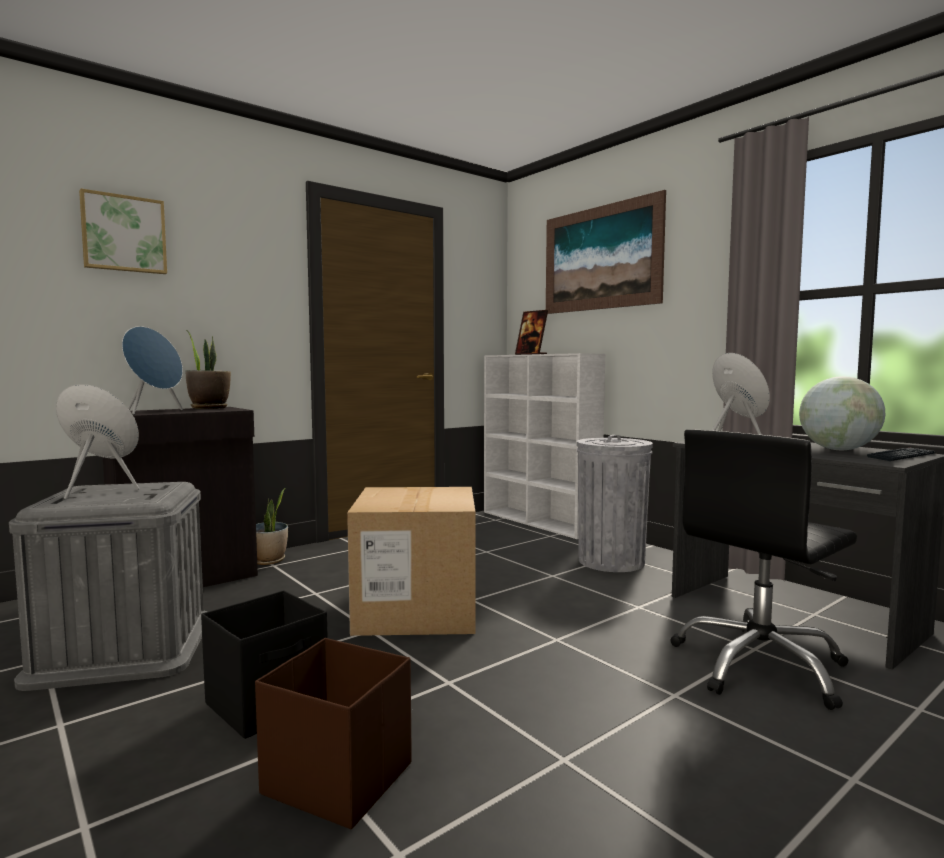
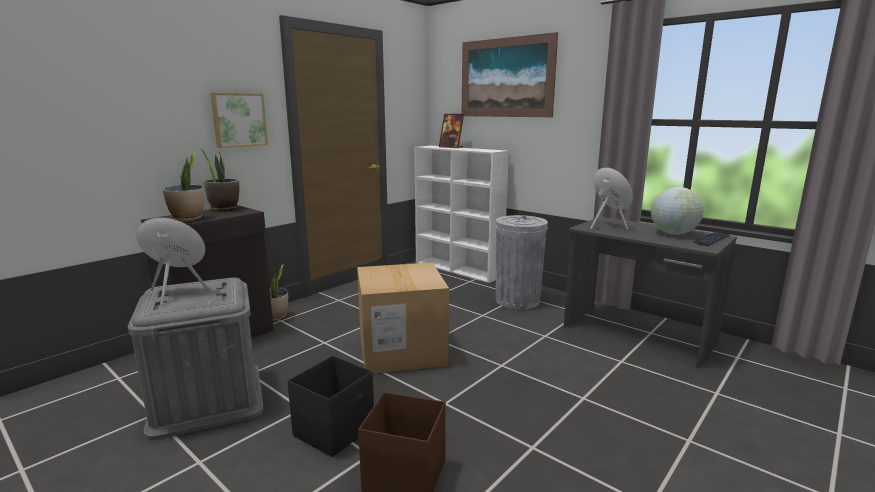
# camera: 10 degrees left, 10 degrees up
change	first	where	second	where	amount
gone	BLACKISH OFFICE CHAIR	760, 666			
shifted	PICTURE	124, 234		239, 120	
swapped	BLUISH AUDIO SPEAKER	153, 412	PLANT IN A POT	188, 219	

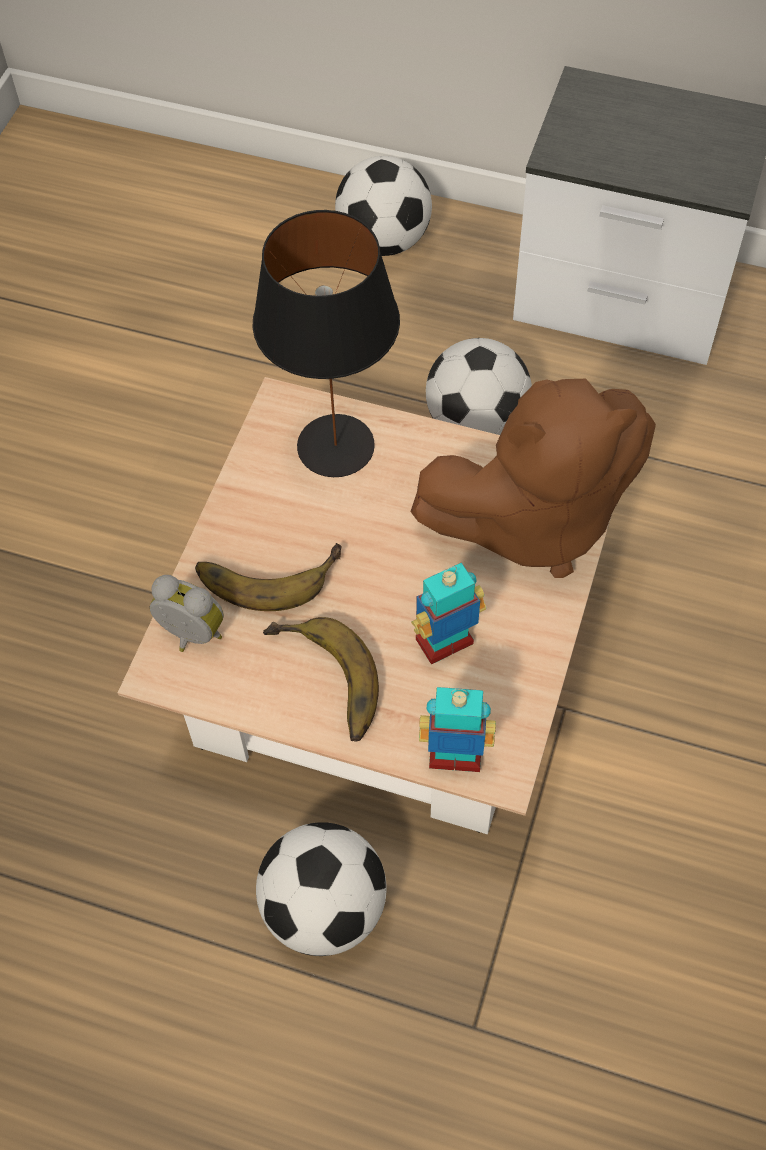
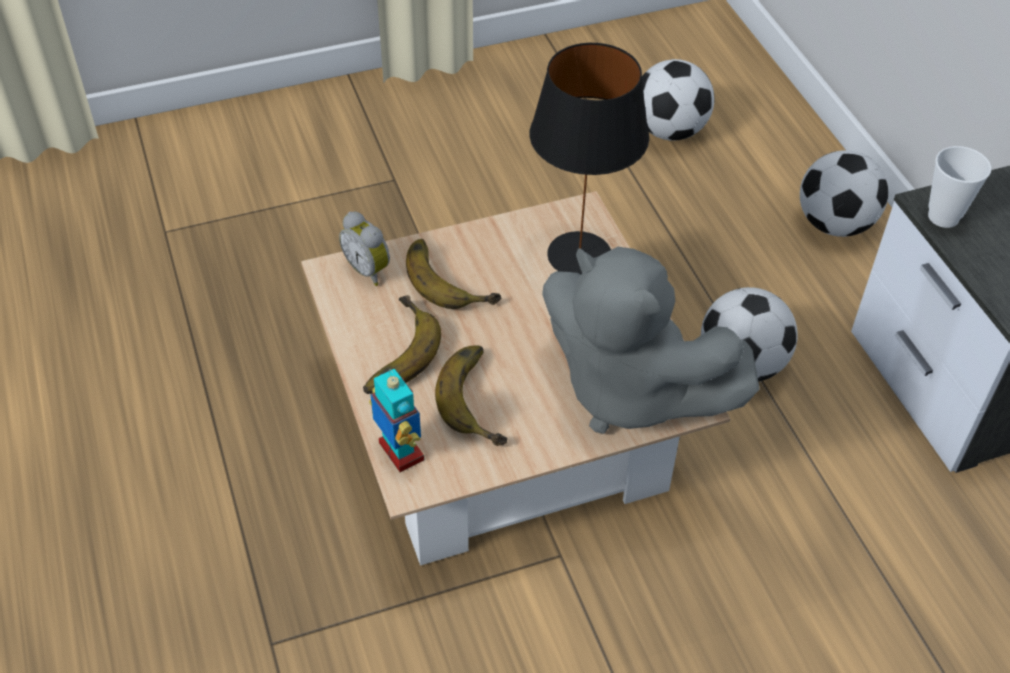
# camera: 50 degrees right, 10 degrees down
change	first	where	second	where	amount
new			SMALL CUP	943, 217	
shifted	BALL FOR FOOTBALL	324, 908		669, 131	
swapped	TOY ROBOT	445, 643	BANANA FRUIT	482, 398	
repainted	BROWN-COLOURED PLUSH TOY	533, 518	GREY PLUSH TOY	629, 390	
rotated	ALARM CLOCK	190, 636		369, 270	150 degrees clockwise

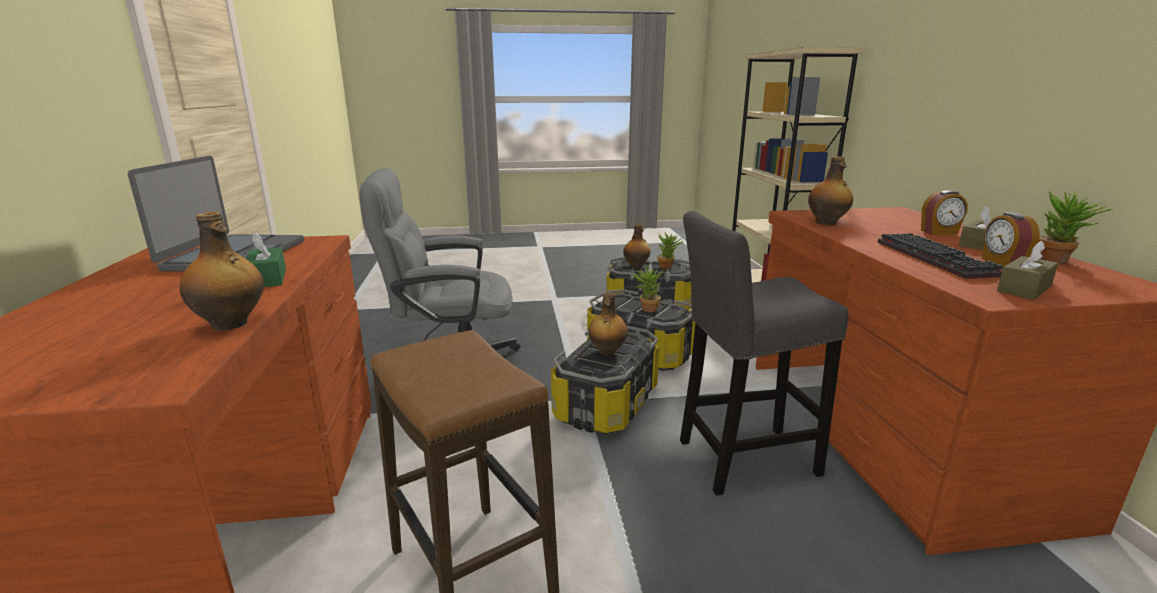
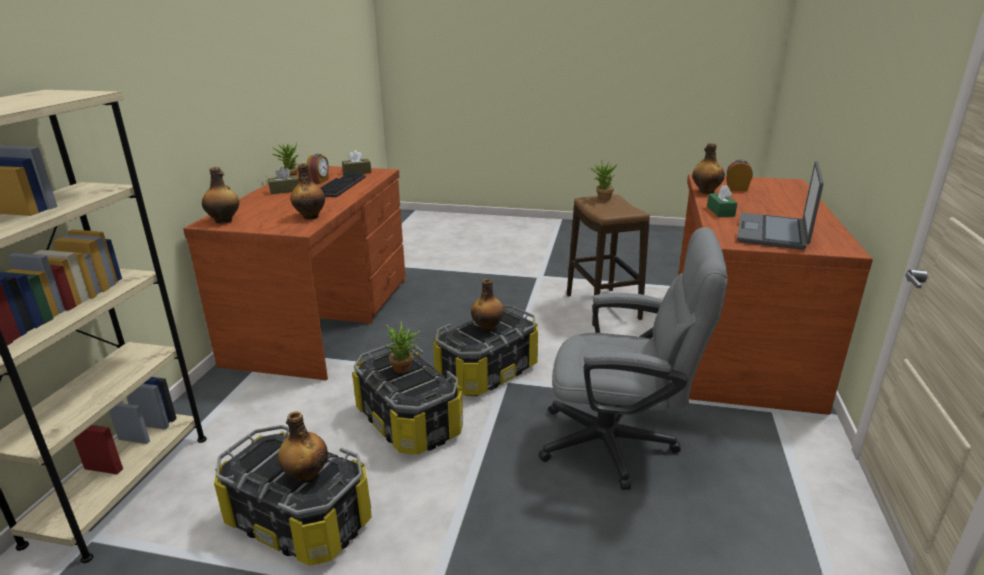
# camera: 160 degrees left, 5 degrees up
change	first	where	second	where	amount
gone	GREY SITTING STOOL	741, 459			
new			BOTTLE	224, 221	
shifted	PLANT IN A POT	668, 267		601, 198	
shifted	ALARM CLOCK	939, 232		736, 189	

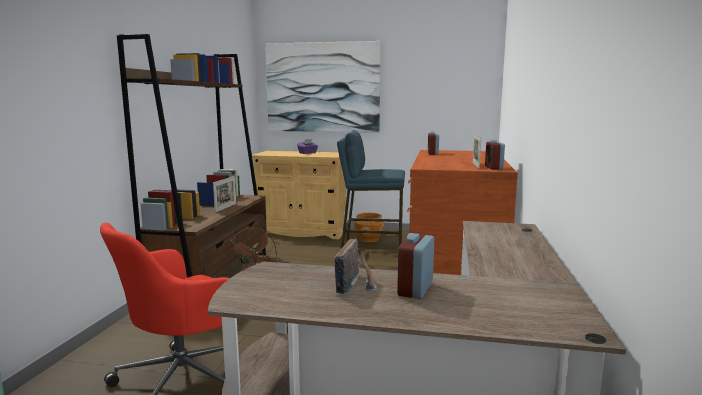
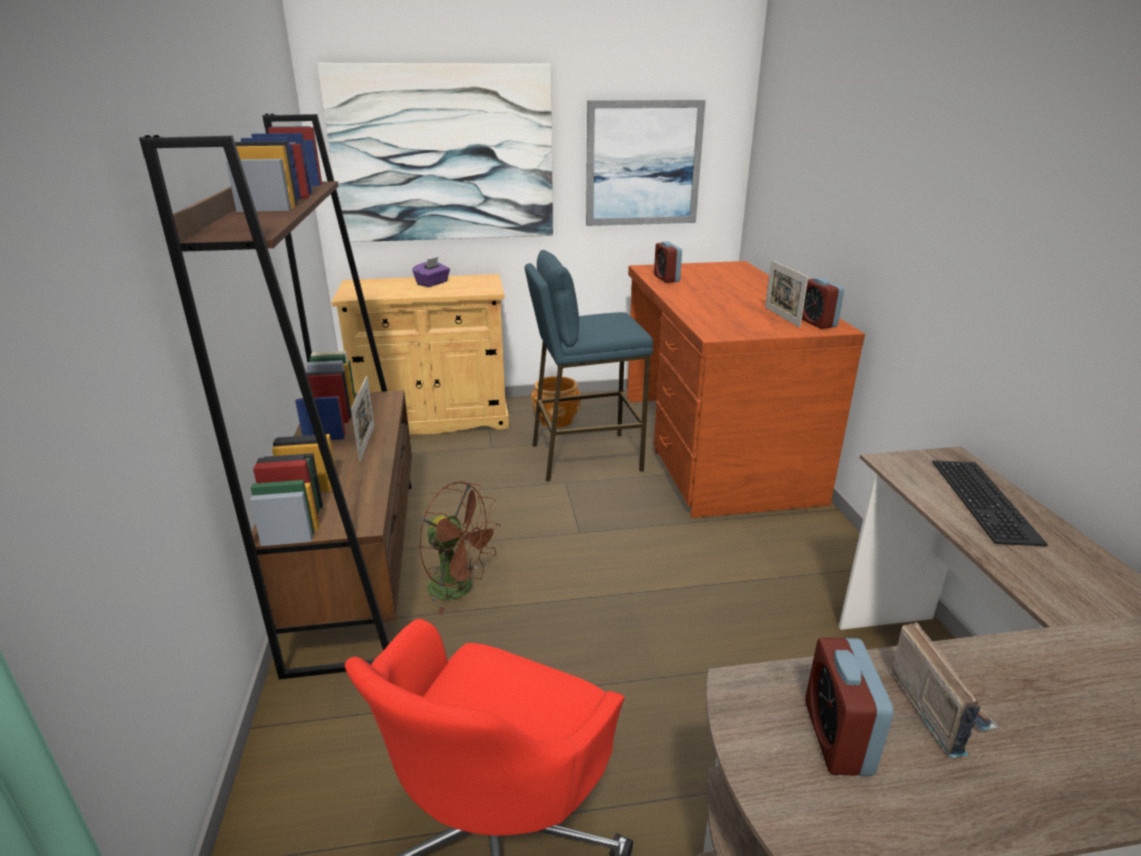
# camera: 20 degrees left, 15 degrees up
change	first	where	second	where	amount
new			PICTURE	643, 164	
new			KEYBOARD	987, 501	
shifted	ALARM CLOCK	415, 289		837, 737	

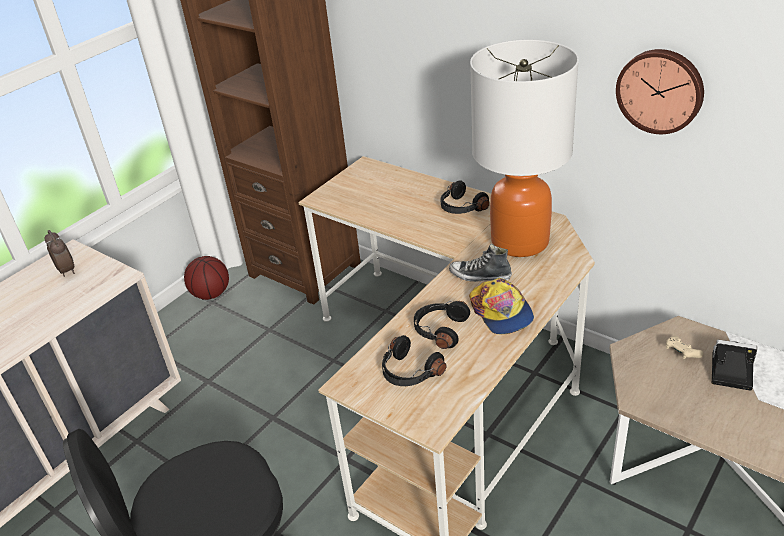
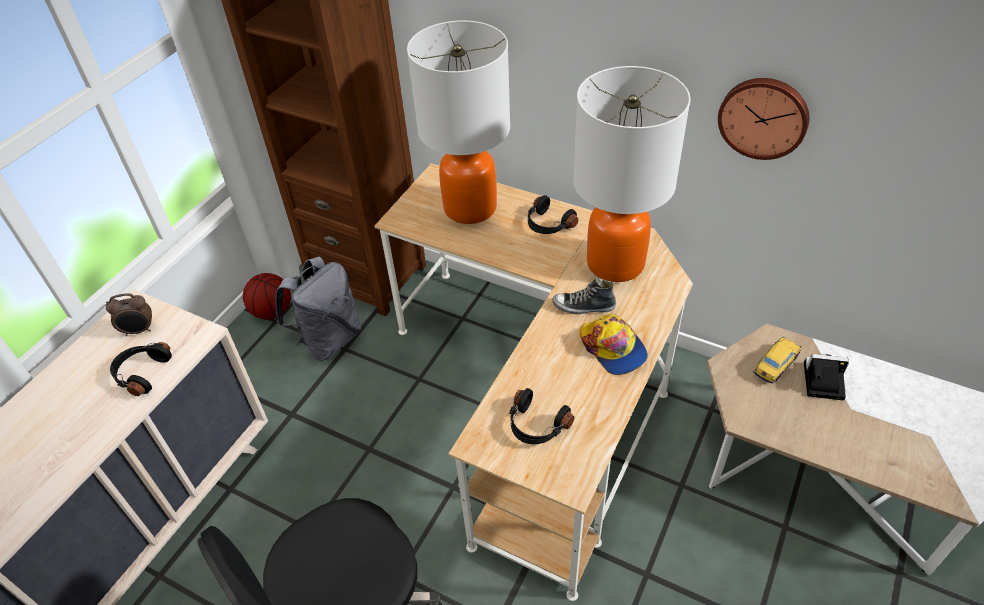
# camera: 10 degrees left, 10 degrees up
change	first	where	second	where	amount
new			GREY RUCKSACK	329, 339	
new			TABLETOP LAMP	469, 208	
shifted	BLACKISH PAIR OF HEADPHONES	440, 330		141, 373	
swapped	BEIGE-COLOURED GAME CONTROLLER	681, 353	MODEL CAR	775, 365	
rotated	ALARM CLOCK	67, 270		139, 330	120 degrees clockwise

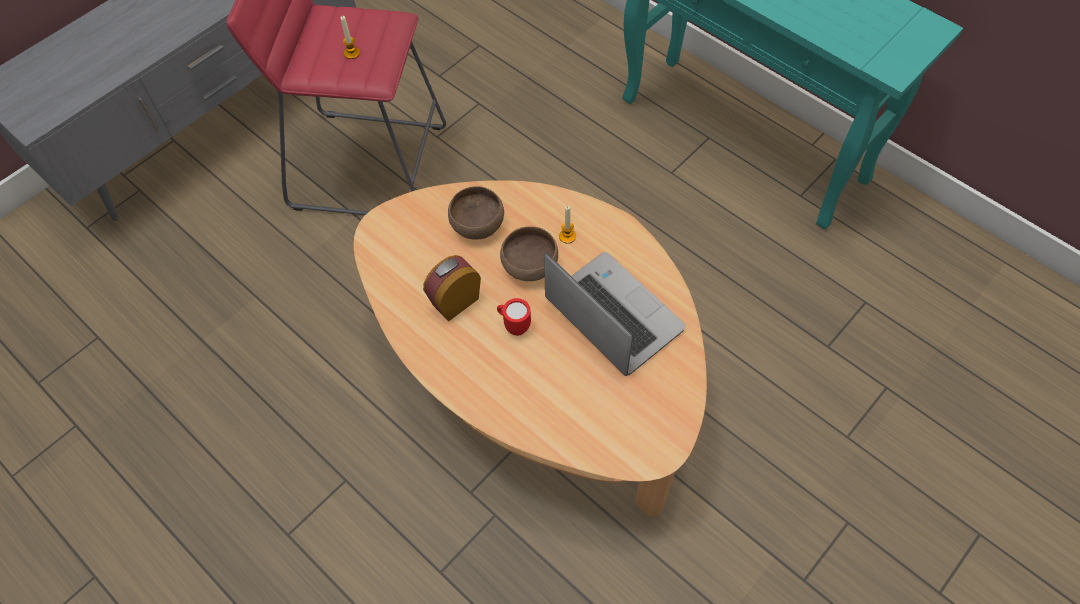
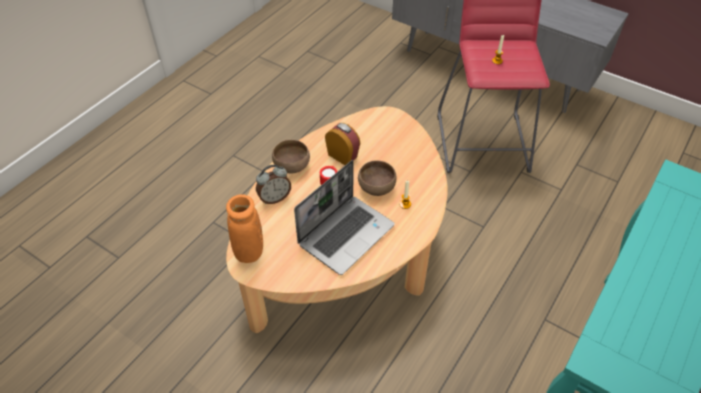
# camera: 80 degrees right, 10 degrees down
change	first	where	second	where	amount
new			ORANGE VASE	249, 251	
new			ALARM CLOCK	274, 198	
shifted	BROWN-COLOURED BOWL	476, 225		292, 165	

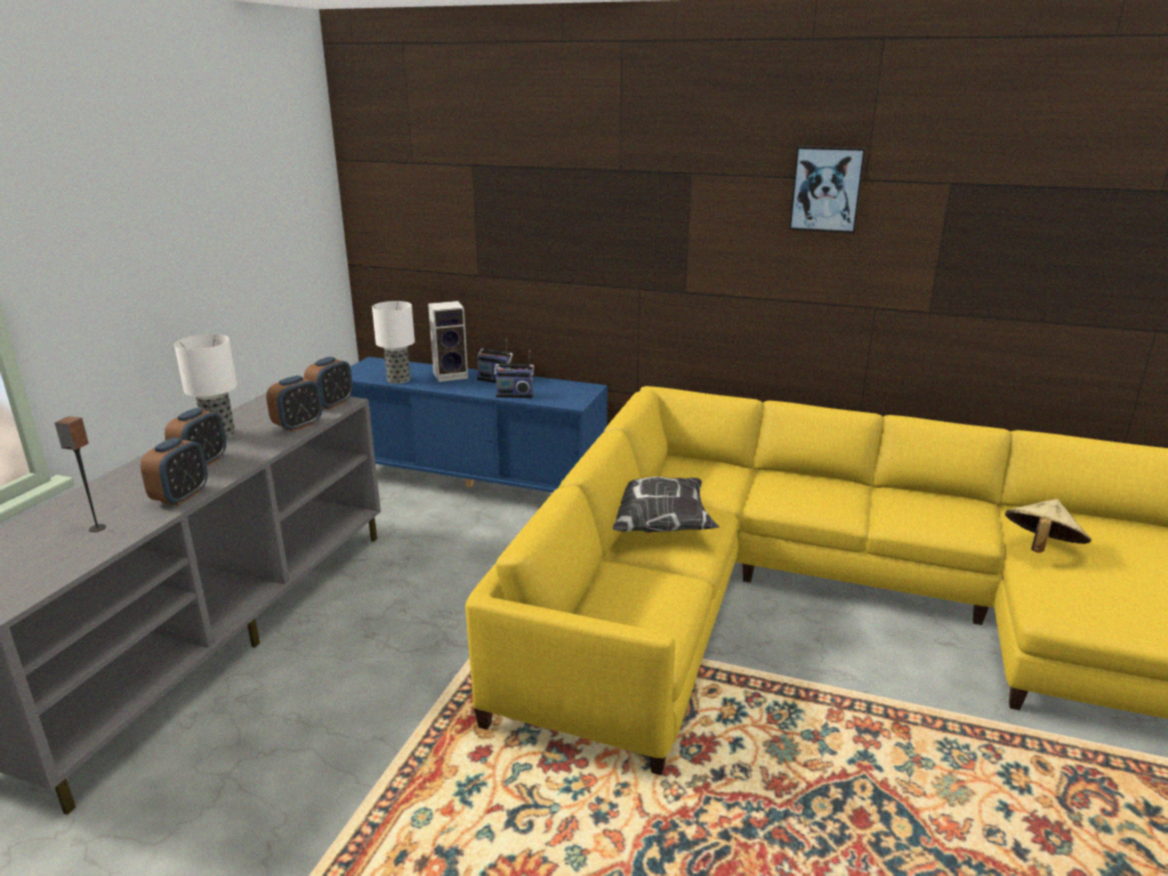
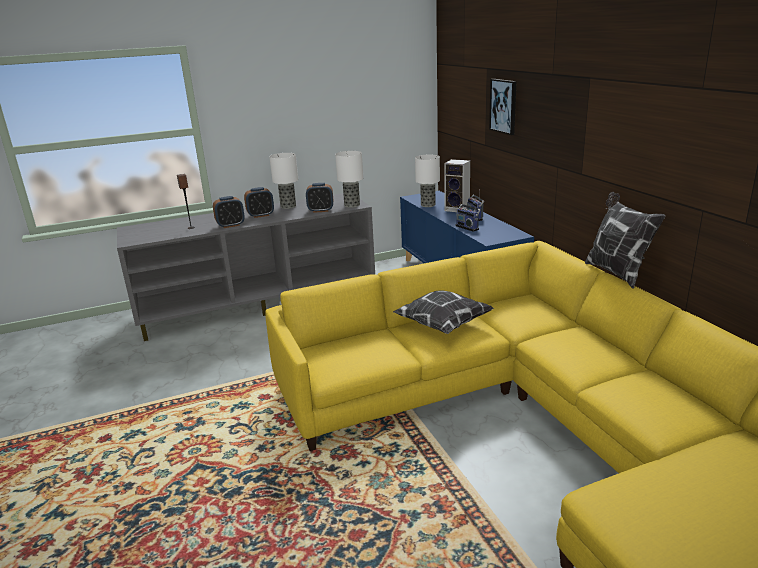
# camera: 50 degrees right, 0 degrees up
change	first	where	second	where	amount
gone	BEIGE-COLOURED WEARABLE HAT	1040, 548			
new			CUSHION	616, 272	
shifted	PICTURE	826, 189		504, 106	
swapped	ALARM CLOCK	332, 404	TABLETOP LAMP	352, 205	

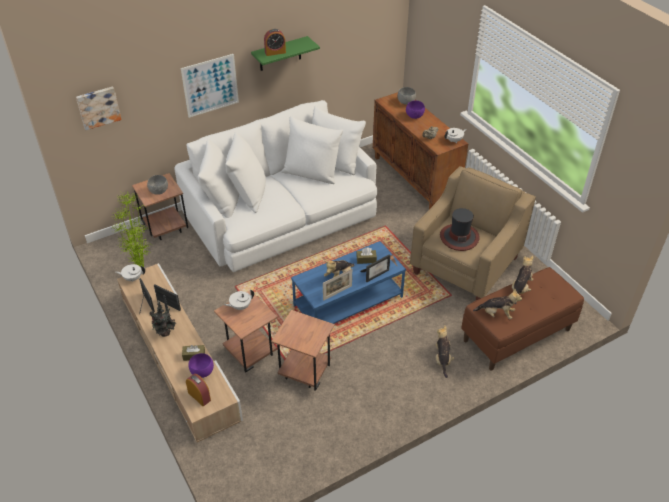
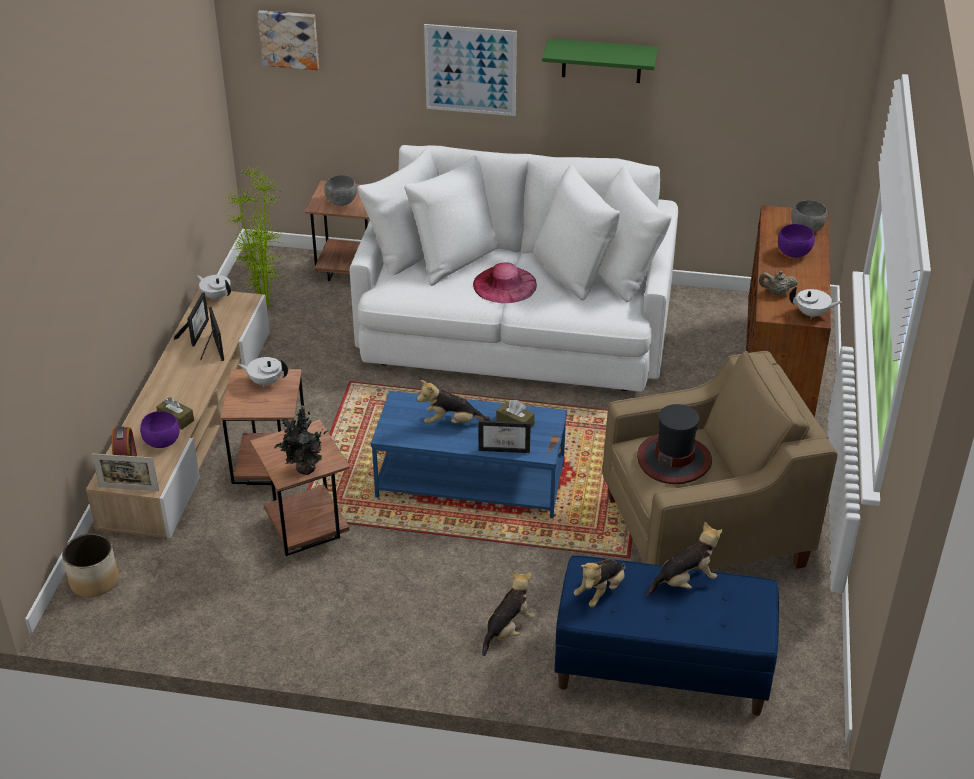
# camera: 40 degrees right, 5 degrees down
change	first	where	second	where	amount
gone	ALARM CLOCK	275, 52			
new			FLOWER POT	94, 581	
new			PINK-COLOURED WEARABLE HAT	504, 284	
shifted	PLANT IN A POT	165, 333		304, 470	
shifted	STANDING FRAME	337, 293		129, 489	
repainted	BROWN-COLOURED BENCH	516, 335	BLUISH BENCH	661, 669	
rotated	PLUSH TOY	496, 314		601, 591	75 degrees clockwise

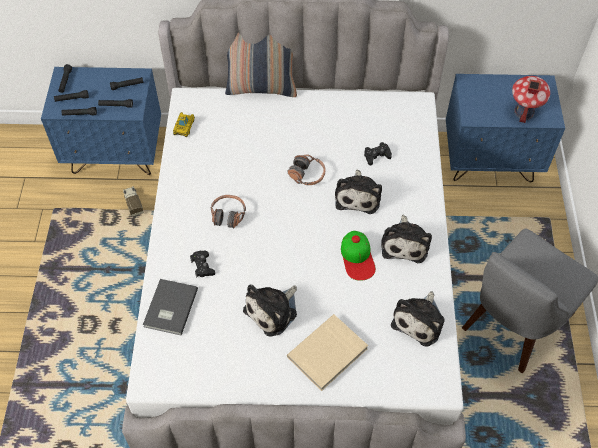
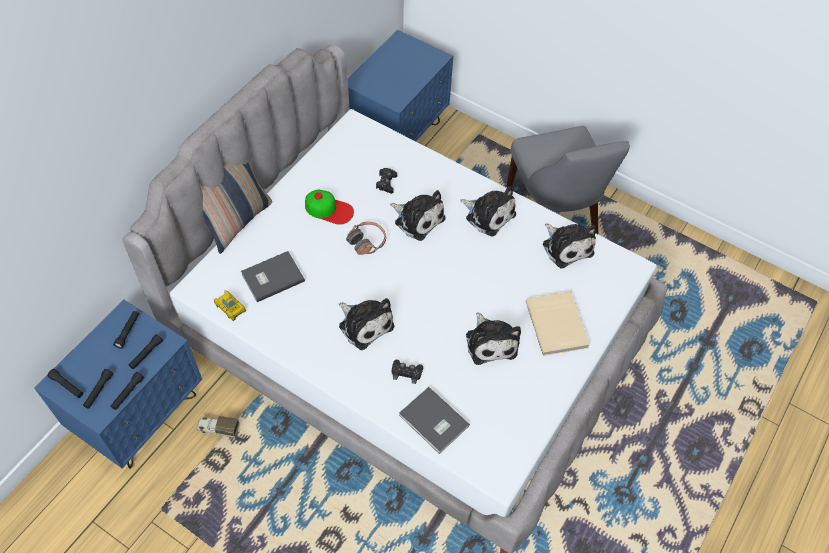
# camera: 60 degrees left, 0 degrees up
change	first	where	second	where	amount
gone	MODEL HOUSE	524, 112			
new			GREY BOUND BOOK	271, 277	
shifted	CAP	357, 257		329, 209	
swapped	PAIR OF HEADPHONES	228, 215	PLUSH TOY	364, 324	

